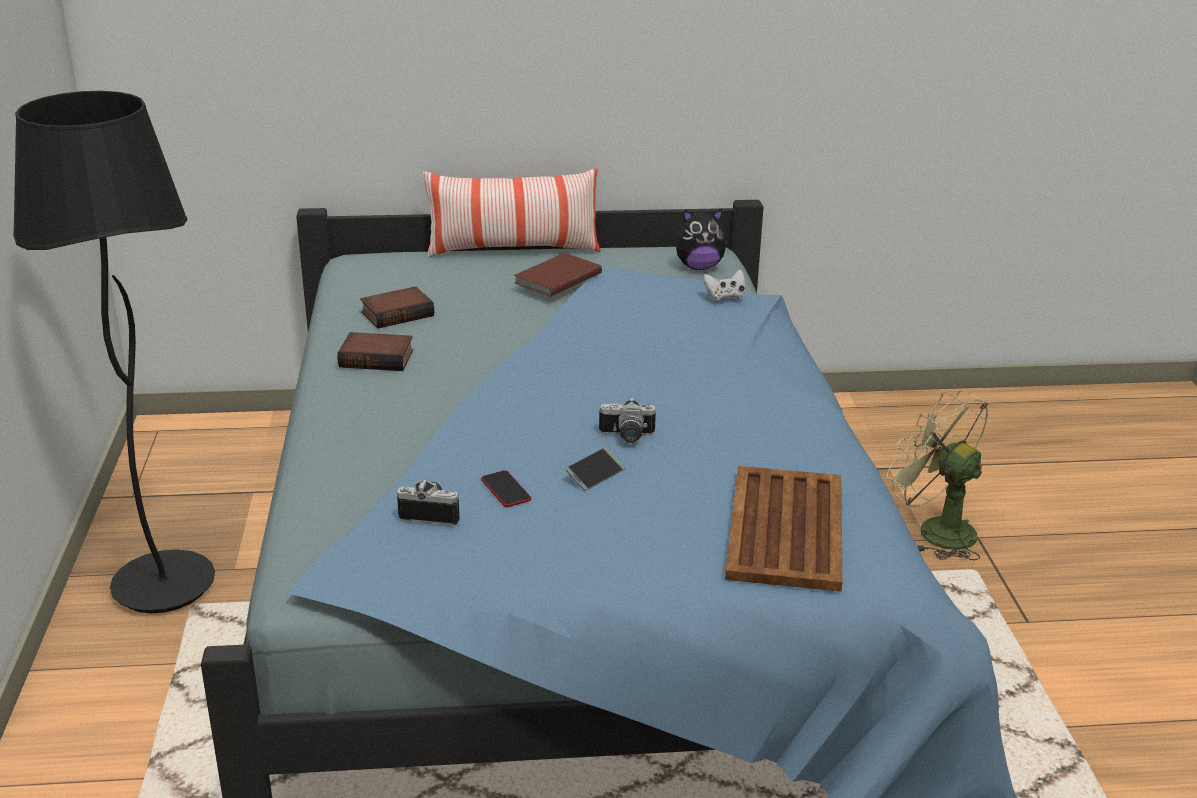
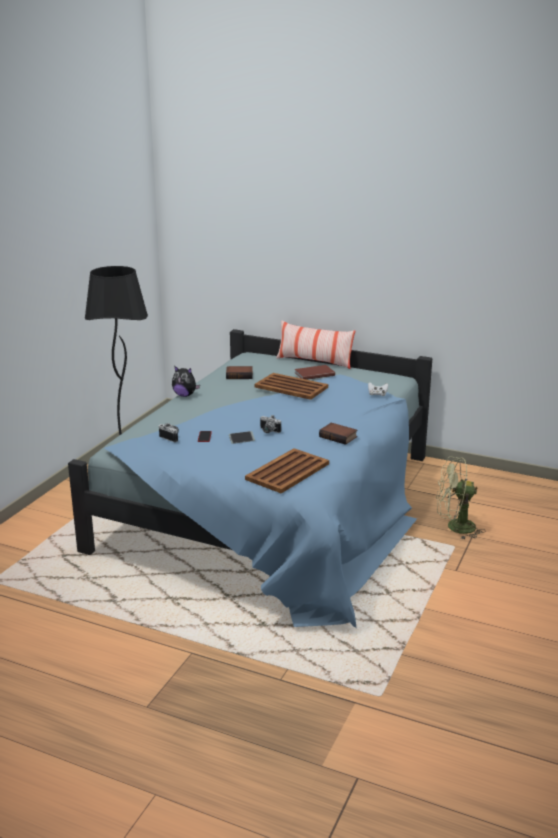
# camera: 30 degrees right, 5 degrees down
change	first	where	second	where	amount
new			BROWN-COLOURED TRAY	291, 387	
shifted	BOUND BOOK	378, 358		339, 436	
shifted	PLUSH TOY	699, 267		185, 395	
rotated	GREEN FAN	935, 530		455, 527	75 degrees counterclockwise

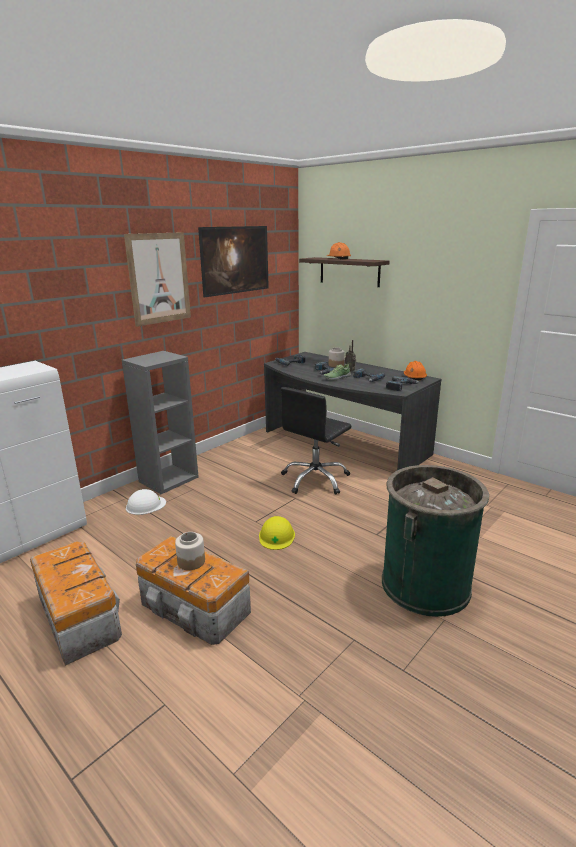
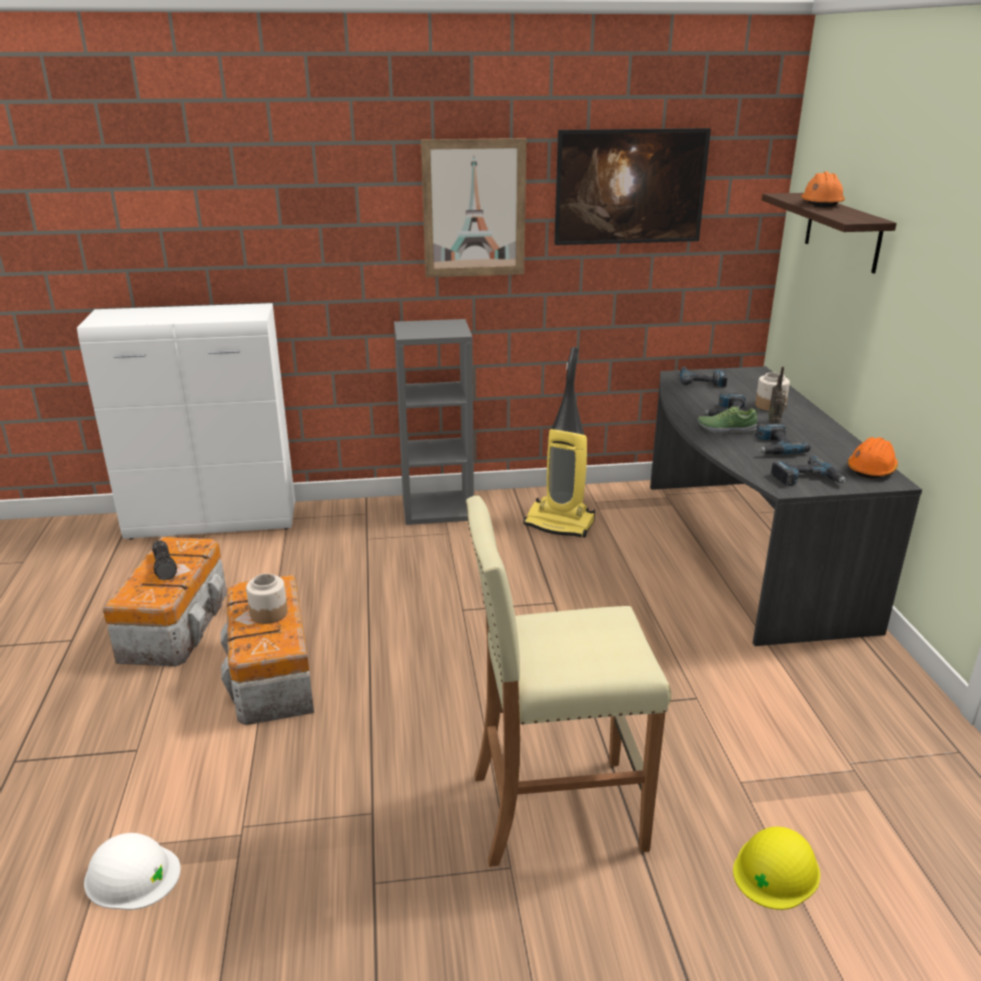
# camera: 40 degrees right, 5 degrees up
change	first	where	second	where	amount
gone	BLACKISH OFFICE CHAIR	315, 479			
new			HAND TORCH	165, 566	
new			VACUUM	560, 523	
shifted	WHITISH SAFETY HELMET	145, 505		132, 875	
shifted	YELLOW-COLOURED SAFETY HELMET	276, 536		776, 870	
swapped	GREEN WASTE BIN	425, 584	BEIGE-COLOURED SITTING STOOL	555, 810	

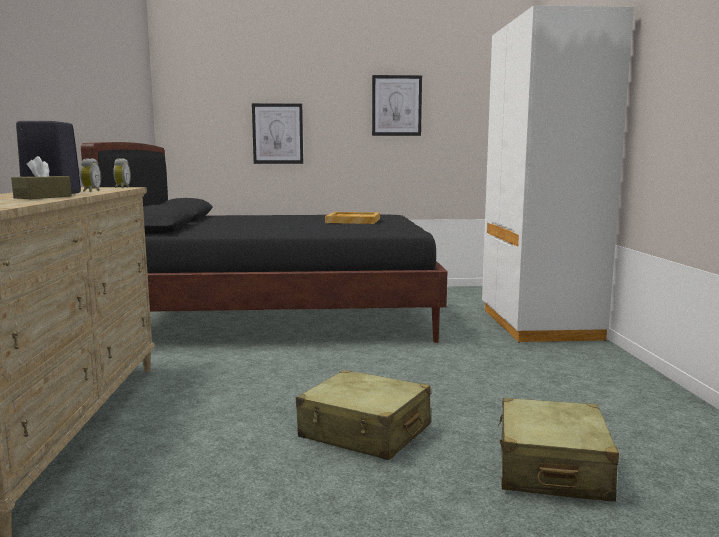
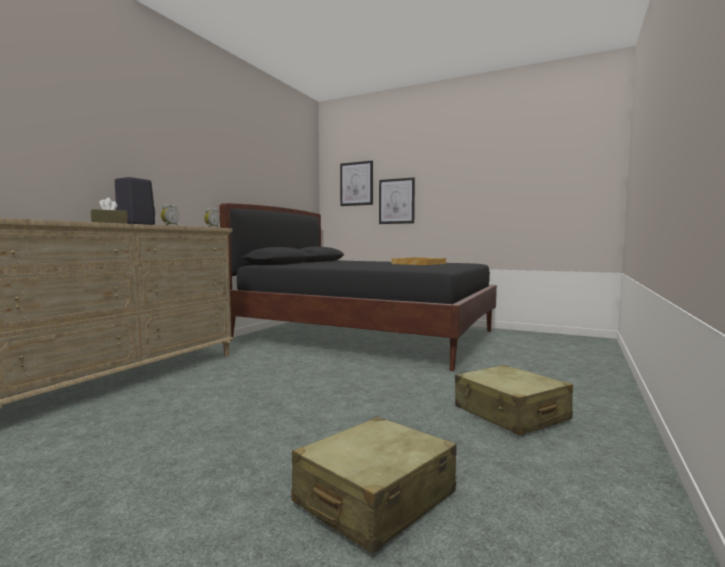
# camera: 30 degrees right, 5 degrees down
change	first	where	second	where	amount
gone	WHITISH ARMOIRE	538, 324			
shifted	BEIGE-COLOURED PIECE OF LUGGAGE	365, 432		510, 414	
shifted	PICTURE	396, 105		356, 184	

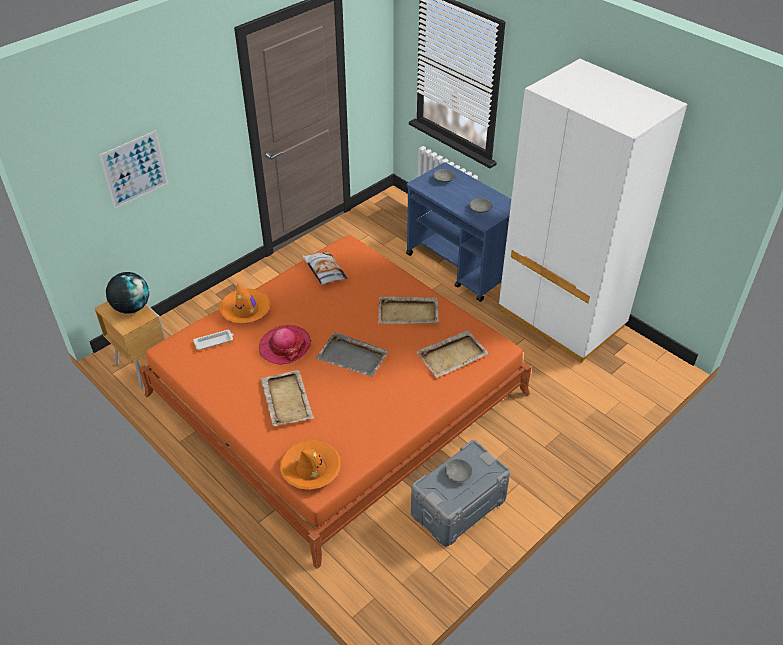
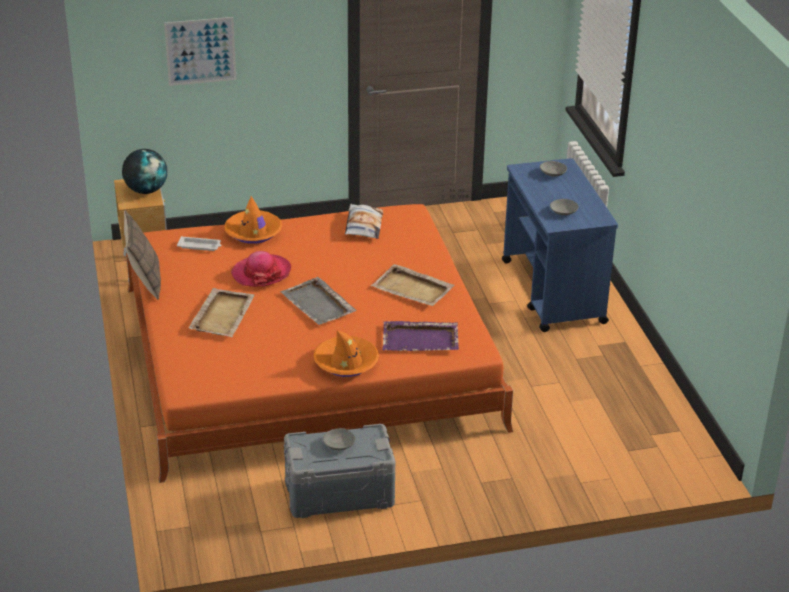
# camera: 30 degrees right, 10 degrees down
change	first	where	second	where	amount
gone	WHITISH ARMOIRE	561, 319			
new			CUSHION	144, 281	
shifted	ORANGE WEARABLE HAT	310, 469		346, 362	
repainted	BEIGE-COLOURED TRAY	453, 355	PURPLE-COLOURED TRAY	421, 339	

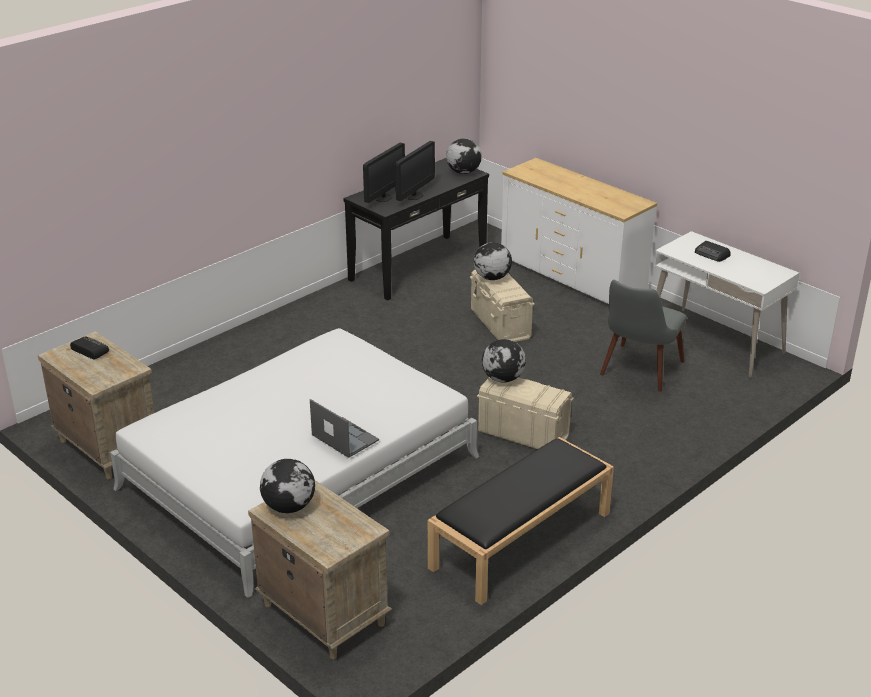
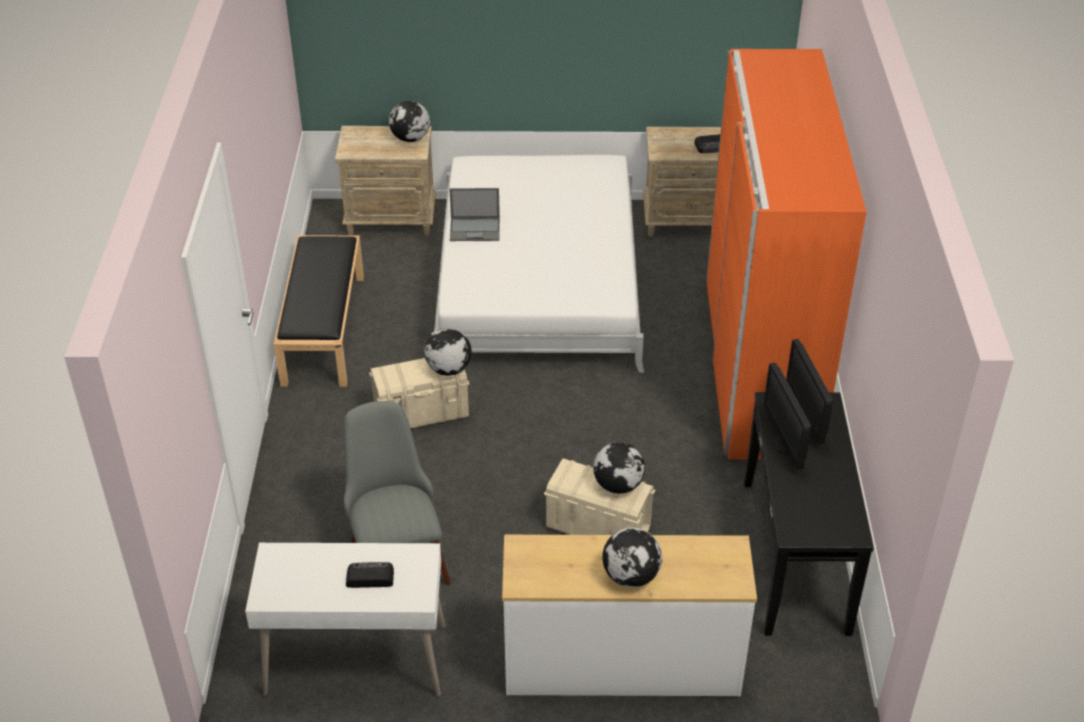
# camera: 135 degrees right, 10 degrees up
change	first	where	second	where	amount
new			ORANGE ARMOIRE	759, 367	
shifted	WORLD GLOBE	463, 172		631, 576	

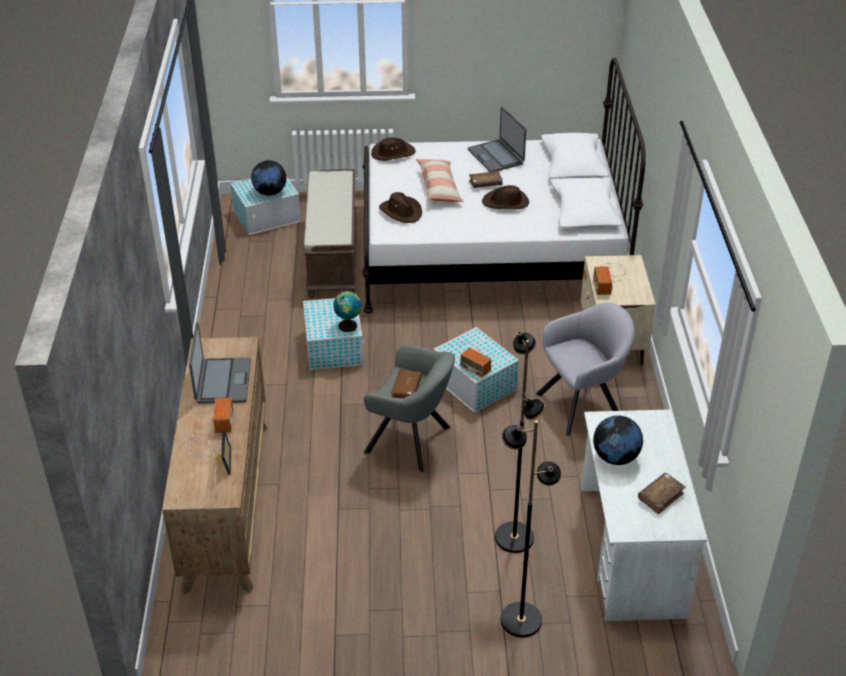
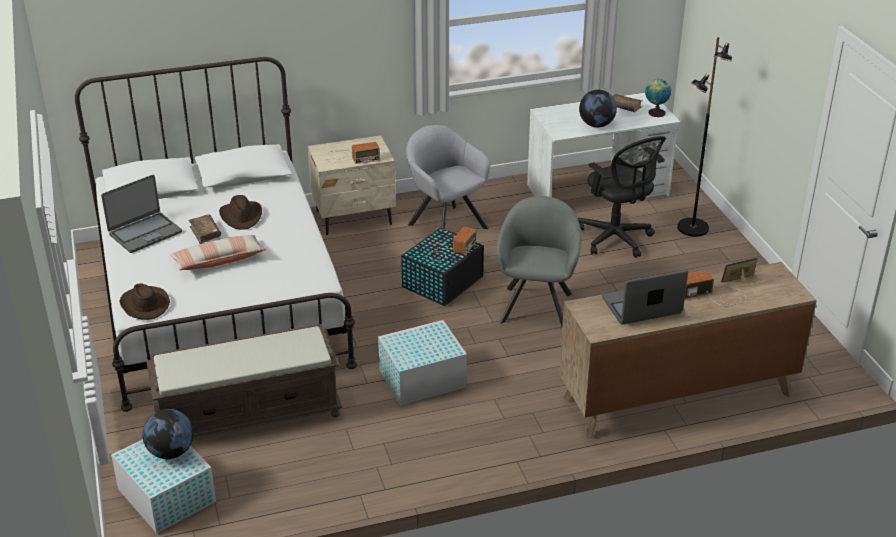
# camera: 105 degrees left, 5 degrees down
change	first	where	second	where	amount
gone	BROWN-COLOURED WEARABLE HAT	401, 211			
gone	BROWN-COLOURED BOUND BOOK	406, 389			
shifted	WORLD GLOBE	348, 325		655, 113	
swapped	BLACKISH STANDING LAMP	515, 537	BLACKISH OFFICE CHAIR	616, 239	
repainted	WHITISH STORAGE BIN	475, 385	BLACKISH STORAGE BIN	443, 281	

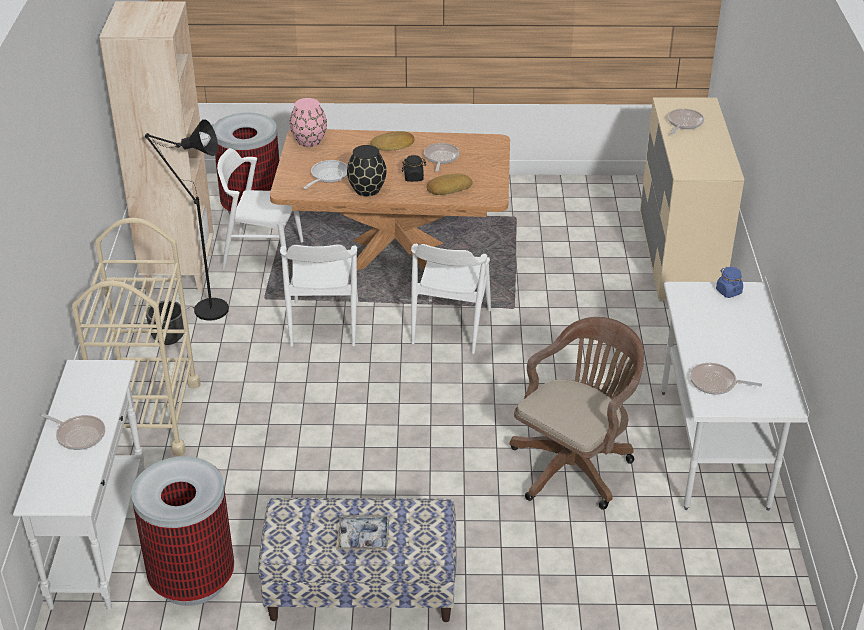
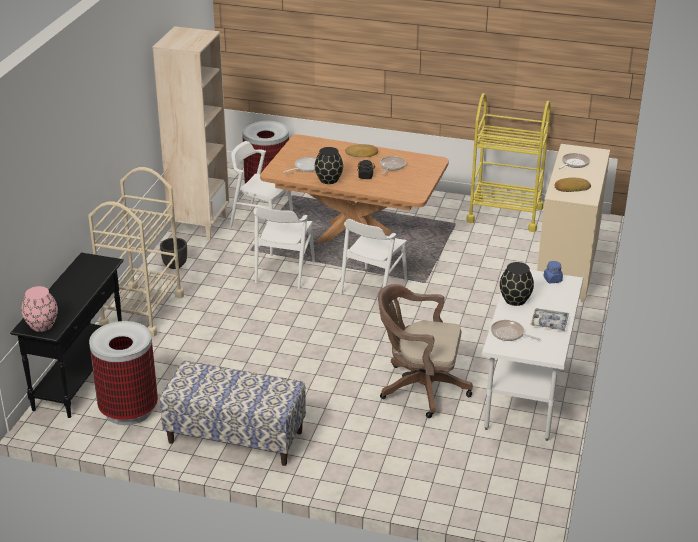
# camera: 15 degrees right, 5 degrees down
change	first	where	second	where	amount
gone	PAN	79, 435			
gone	BLACKISH STANDING LAMP	204, 310			
new			YELLOW-COLOURED WHEELED CART	504, 214	
new			BLACKISH VASE	515, 300	
shifted	PINK-COLOURED VASE	309, 141		42, 325	
shifted	TRAY	363, 537		549, 323	
shifted	BREAD	448, 188		571, 188	
repainted	WHITISH HALL TABLE	100, 537	BLACKISH HALL TABLE	80, 376	
rotated	BROWN-COLOURED OFFICE CHAIR	574, 464		419, 388	135 degrees counterclockwise

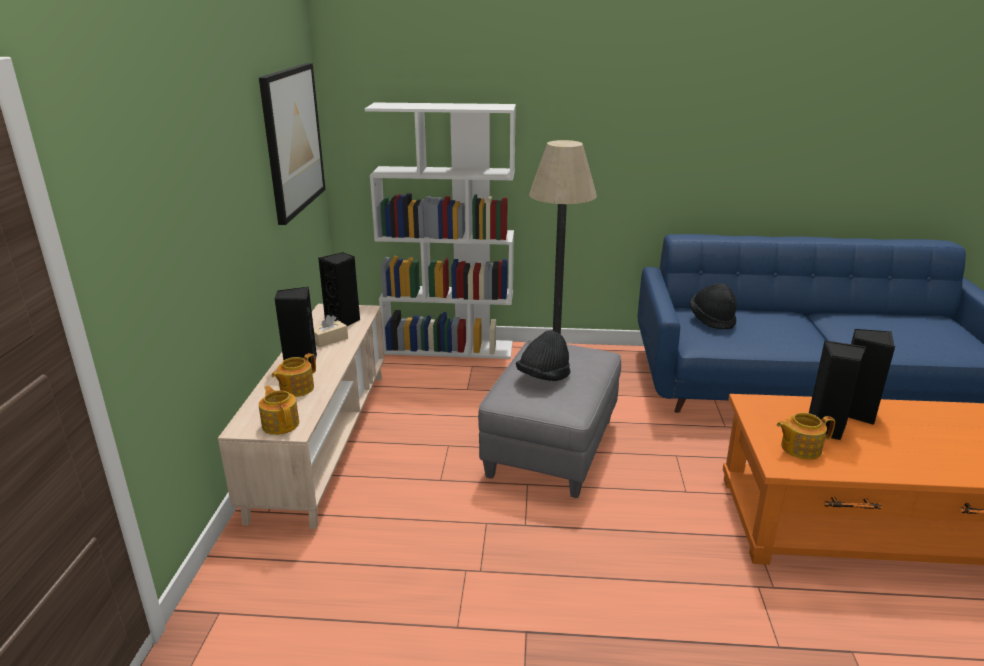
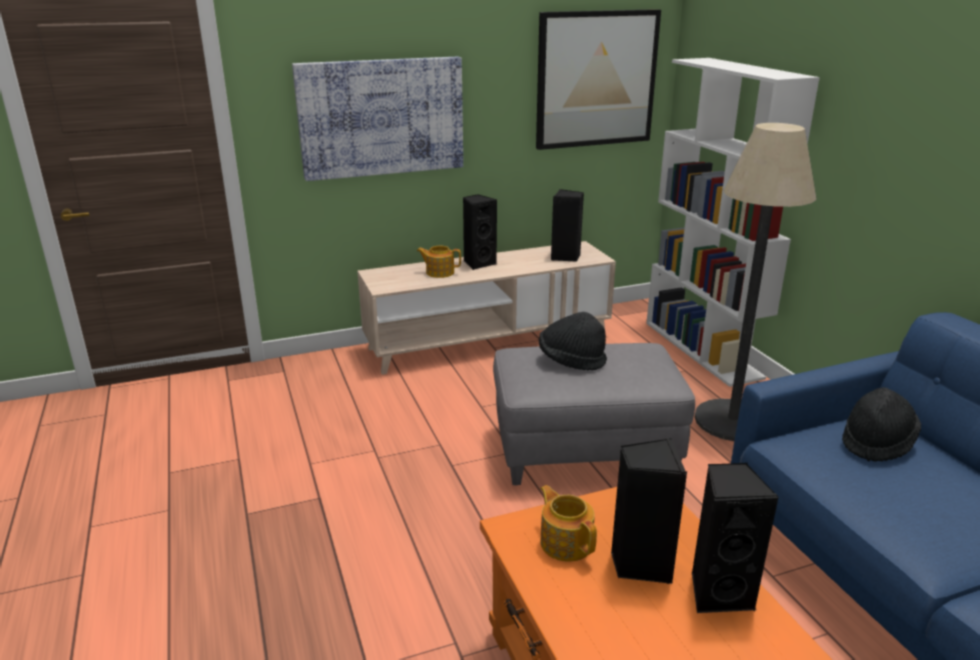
# camera: 65 degrees right, 0 degrees up
change	first	where	second	where	amount
gone	TEA POT	281, 424			
gone	BEIGE-COLOURED TISSUE BOX	329, 340			
new			PICTURE	381, 117	

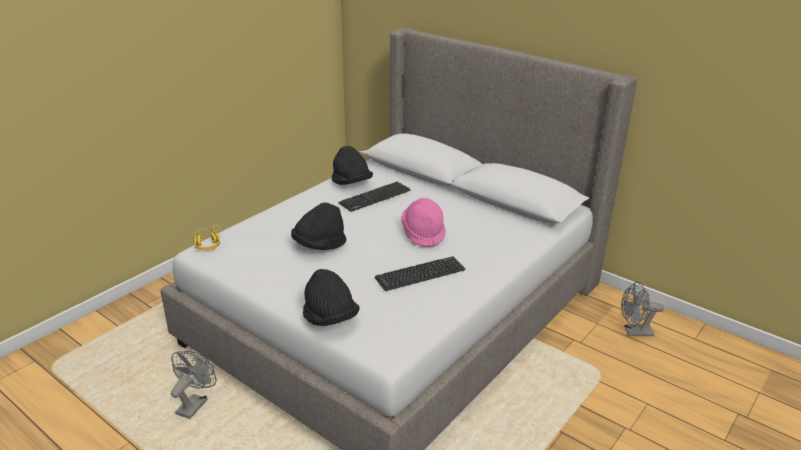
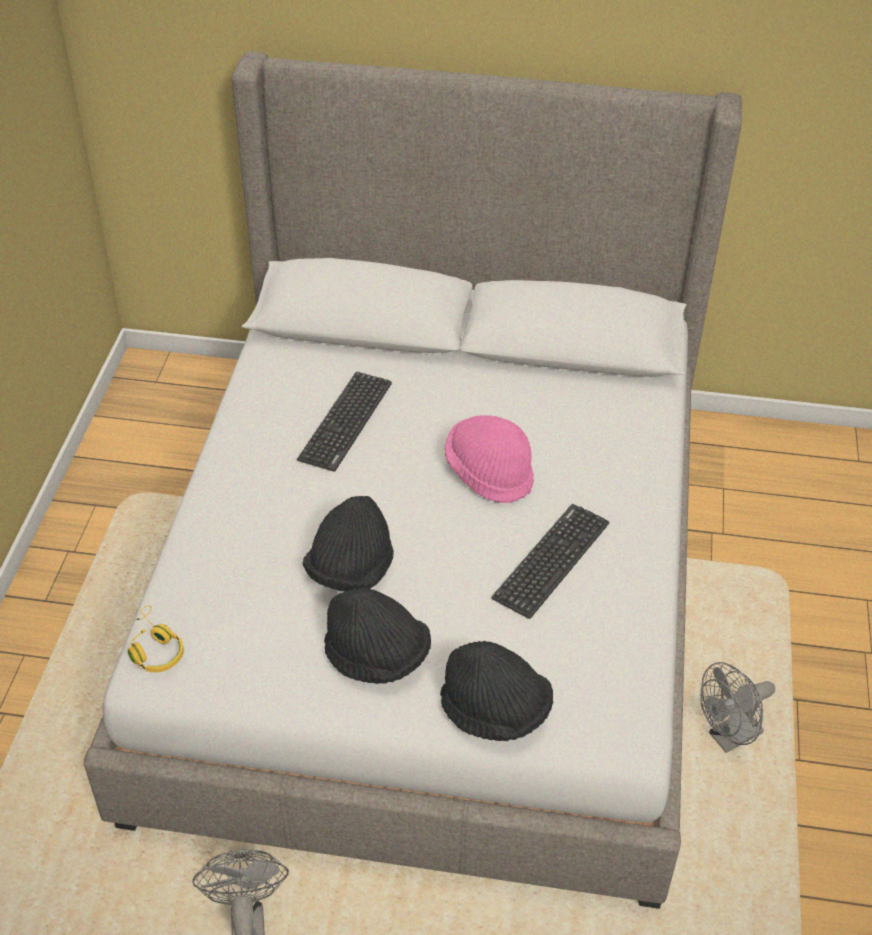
# camera: 30 degrees left, 15 degrees up
change	first	where	second	where	amount
shifted	BLACKISH WEARABLE HAT	351, 183		377, 657	
shifted	GREY FAN	634, 332		728, 738	

